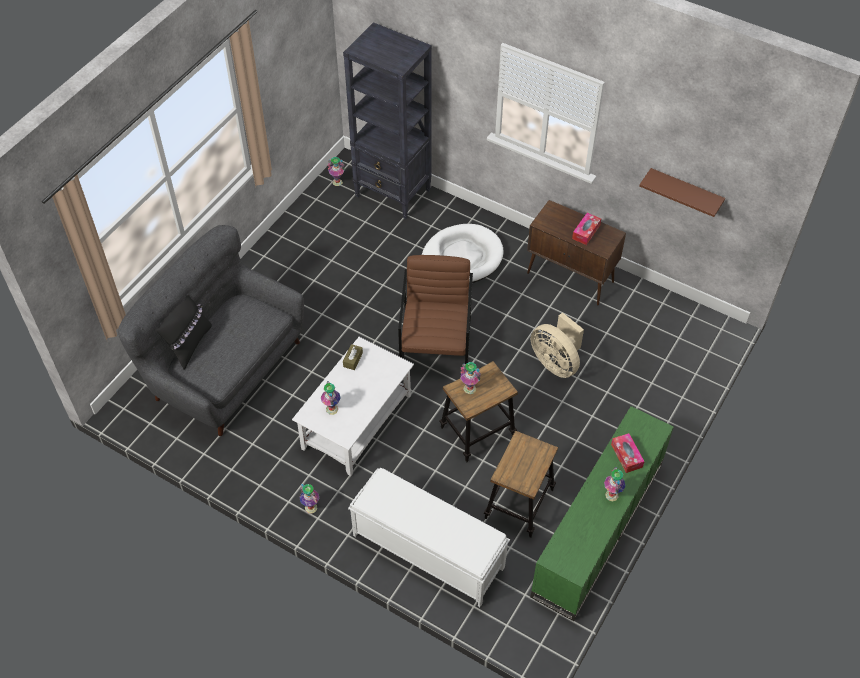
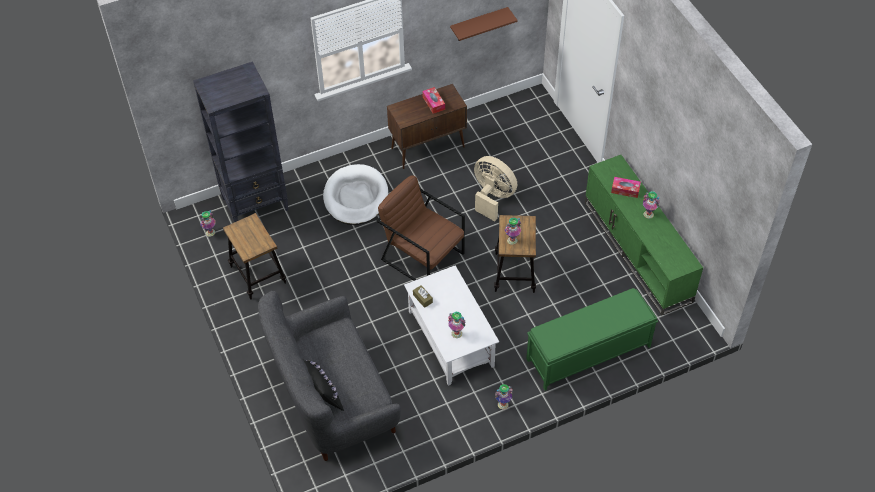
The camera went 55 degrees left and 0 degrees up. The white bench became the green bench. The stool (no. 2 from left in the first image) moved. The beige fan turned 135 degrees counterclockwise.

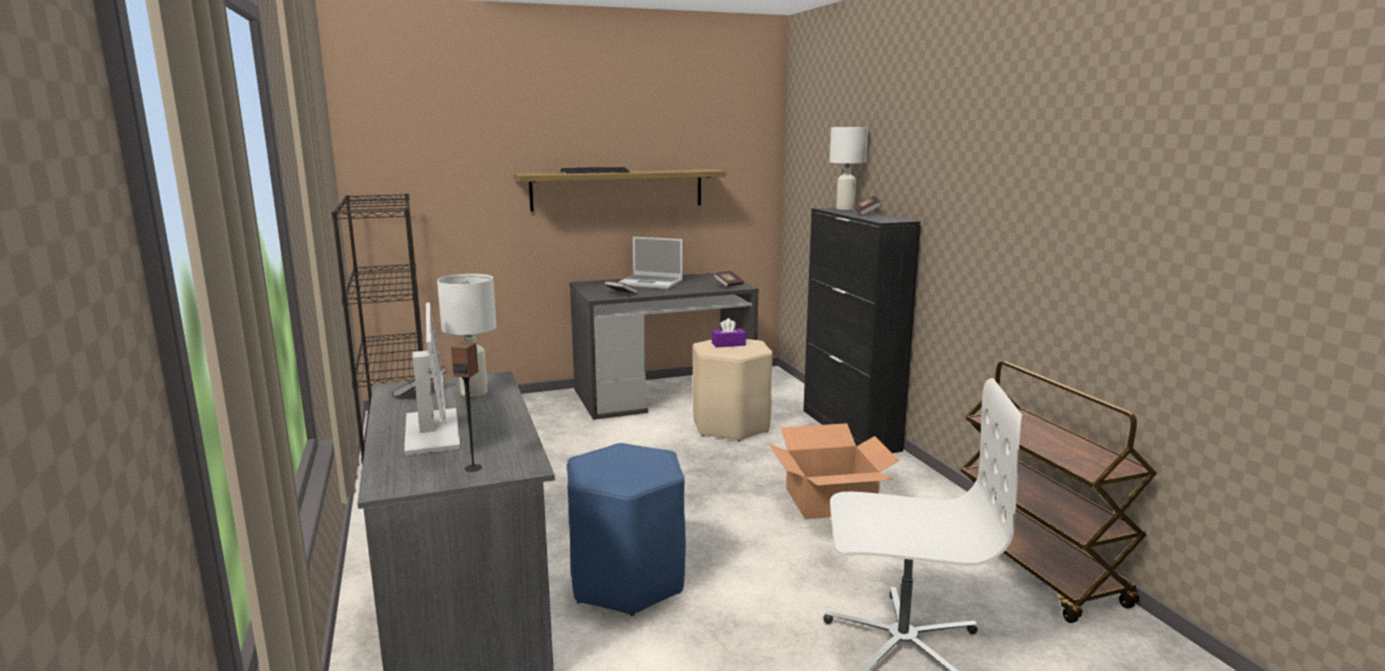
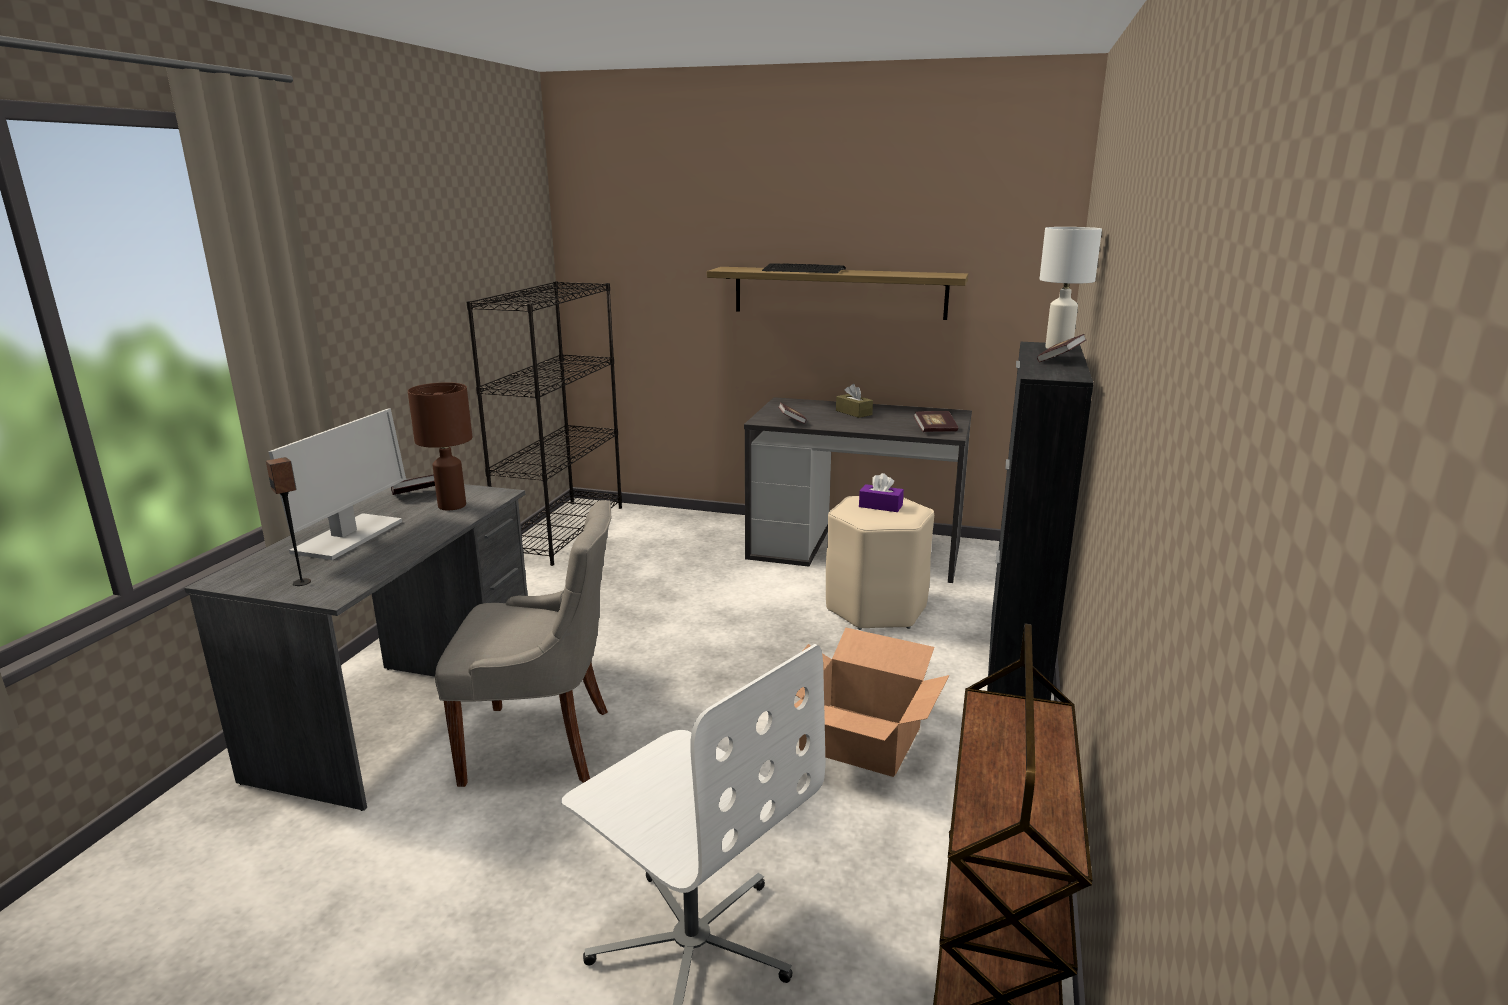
The camera went 35 degrees right and 5 degrees up. The white table lamp (no. 1 from left) became the brown table lamp. The blue stool was replaced by the grey chair. The laptop was replaced by the brown tissue box.

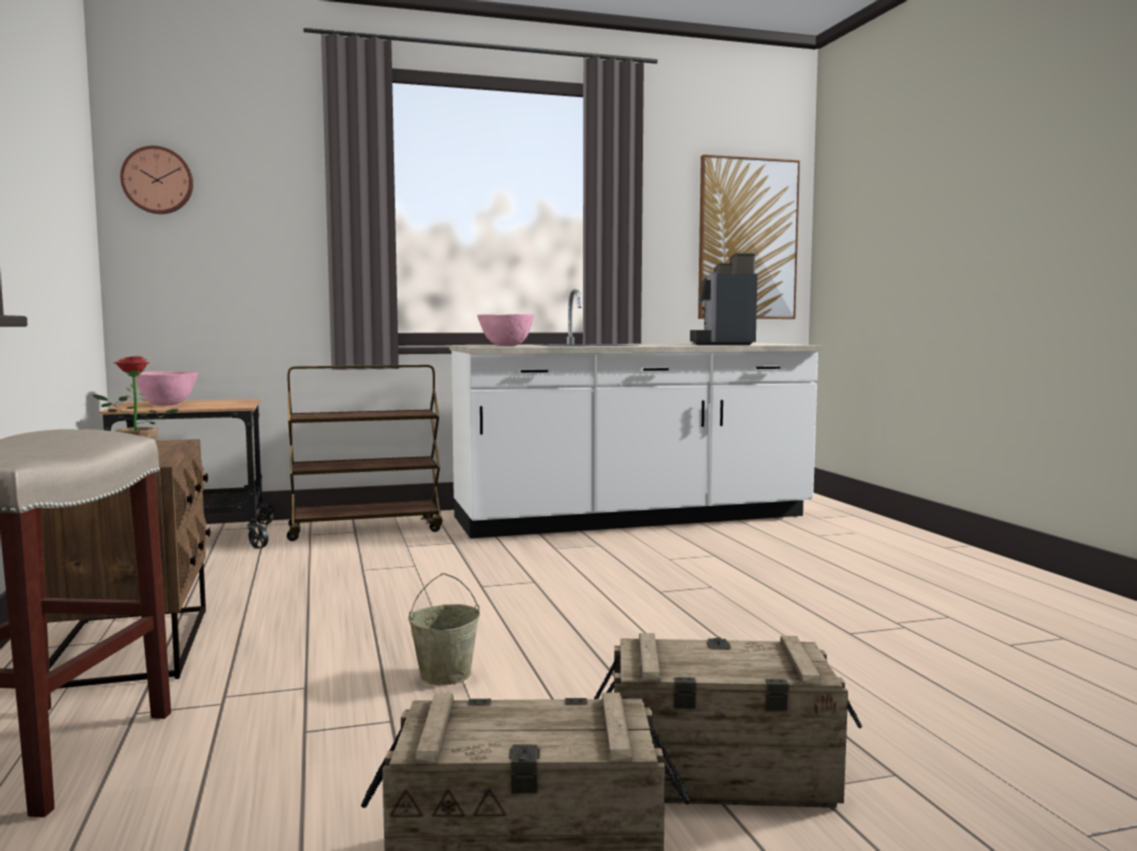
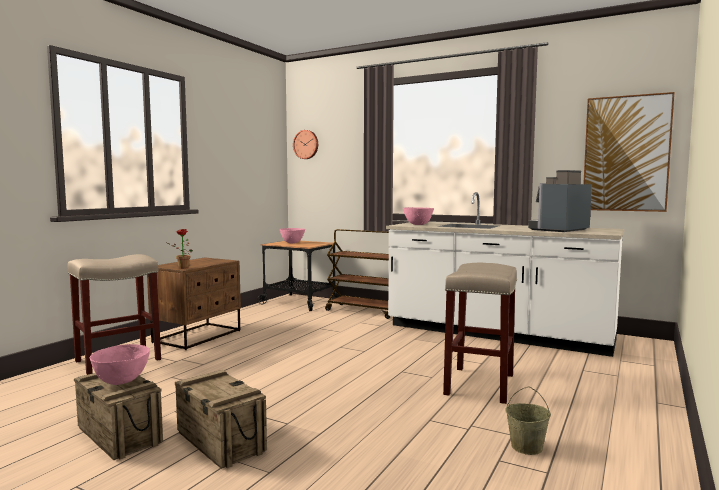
The camera went 45 degrees right and 0 degrees up. The beige bucket moved. The pink bowl (no. 1 from left) appeared. The beige stool (no. 2 from left) appeared.

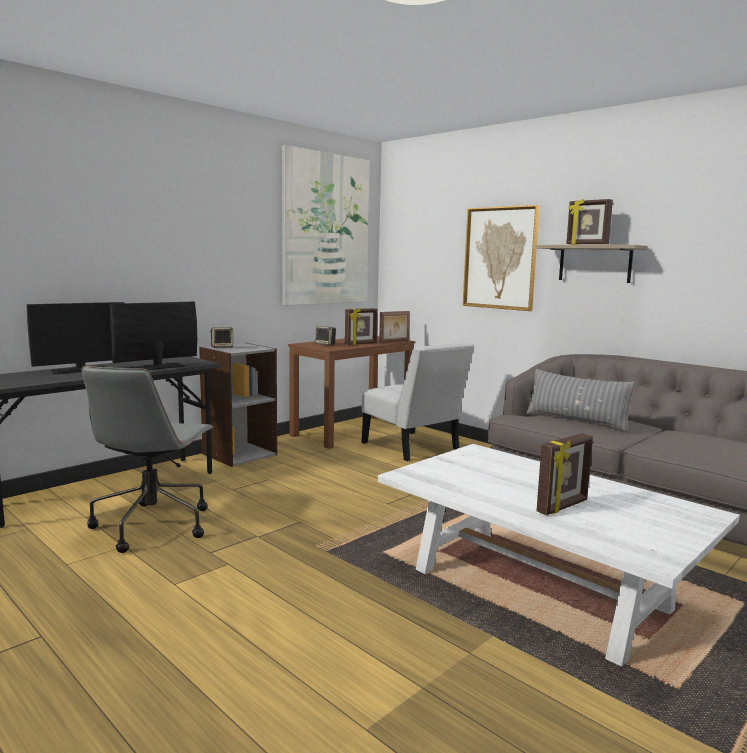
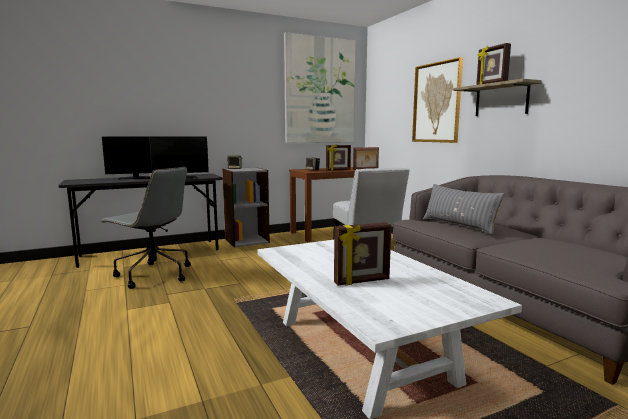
The camera went 20 degrees right and 0 degrees up. The grey office chair turned 90 degrees counterclockwise.

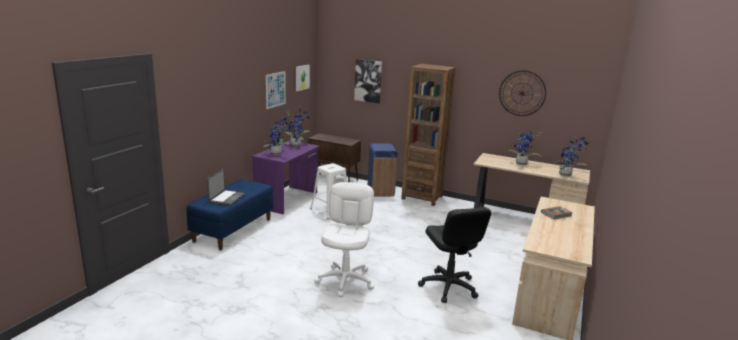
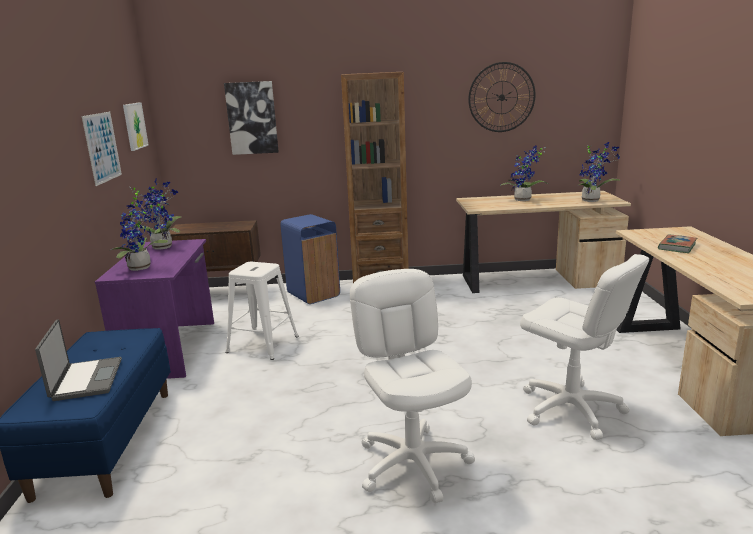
The camera went 25 degrees left and 0 degrees up. The black office chair became the white office chair (no. 2 from left).

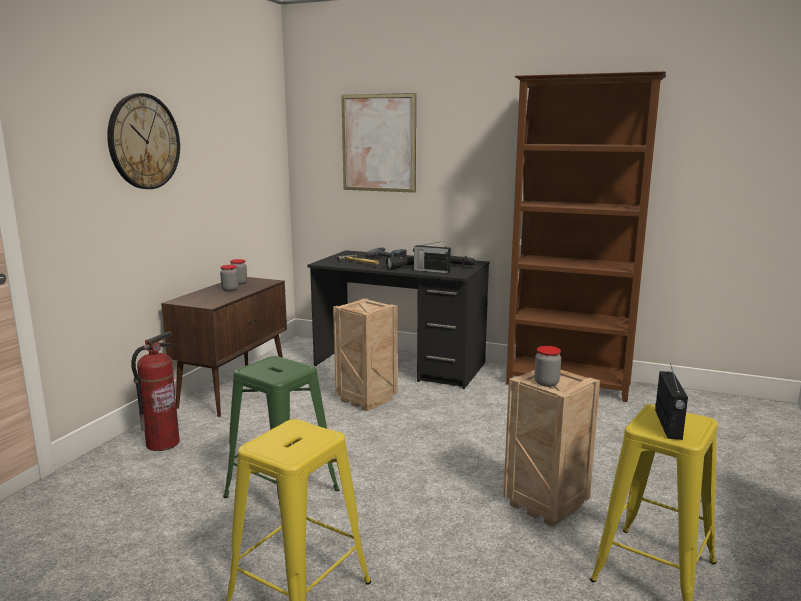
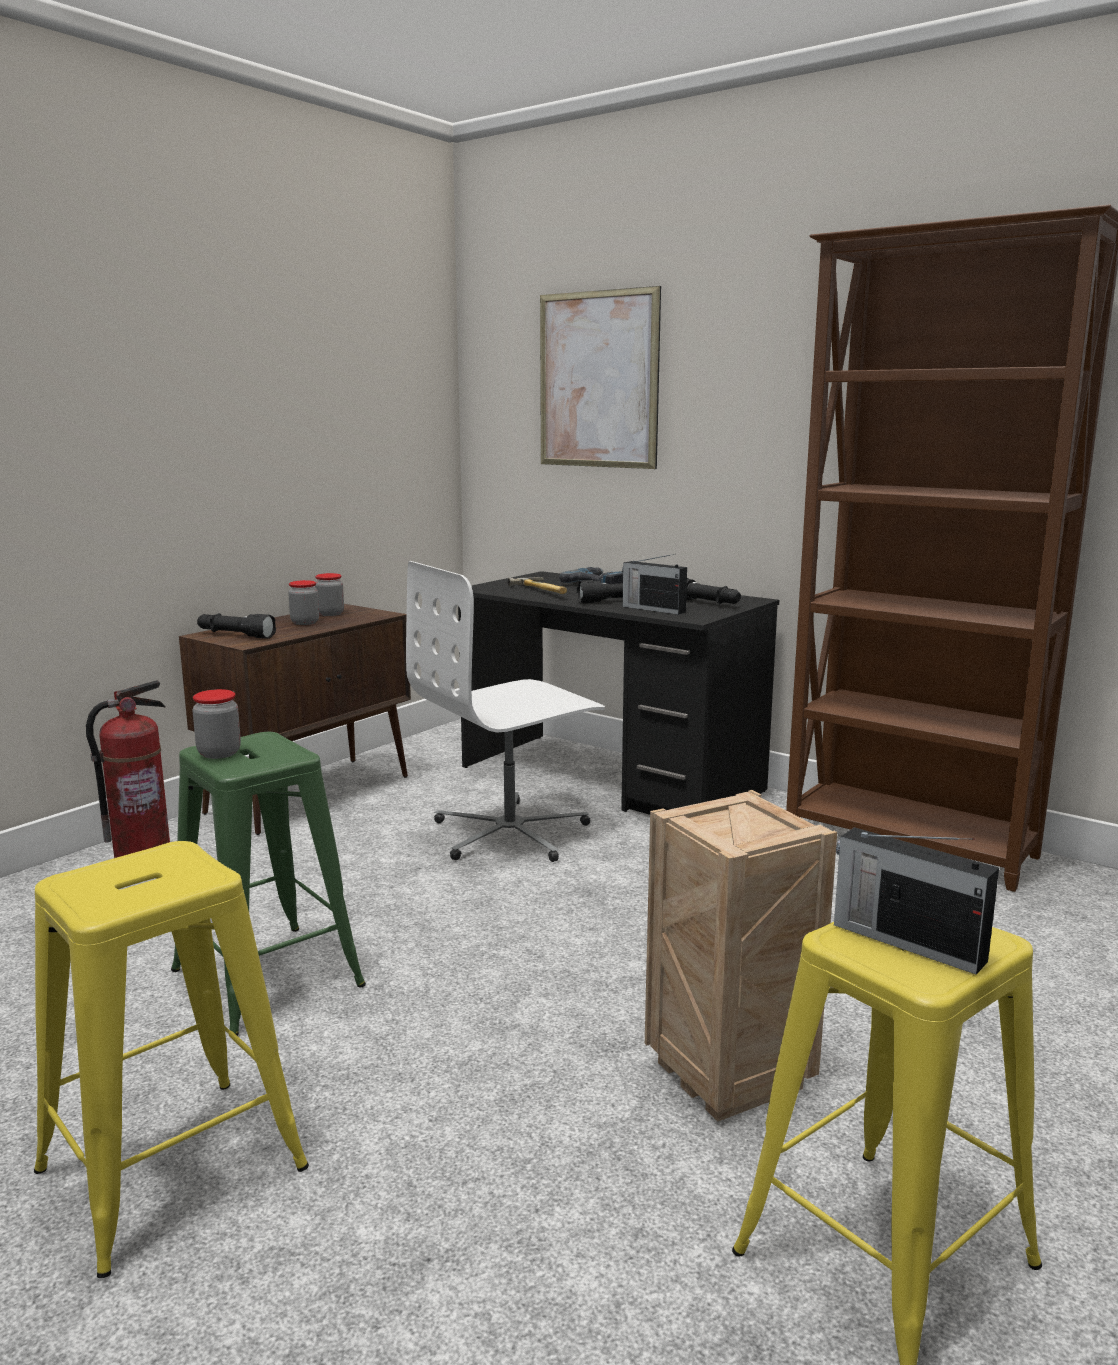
The camera went 15 degrees right and 0 degrees up. The wall clock disappeared. The crate (no. 1 from left) was replaced by the white office chair. The jar (no. 3 from left in the first image) moved. The radio (no. 2 from left) turned 105 degrees clockwise. The black flashlight (no. 1 from left) appeared.

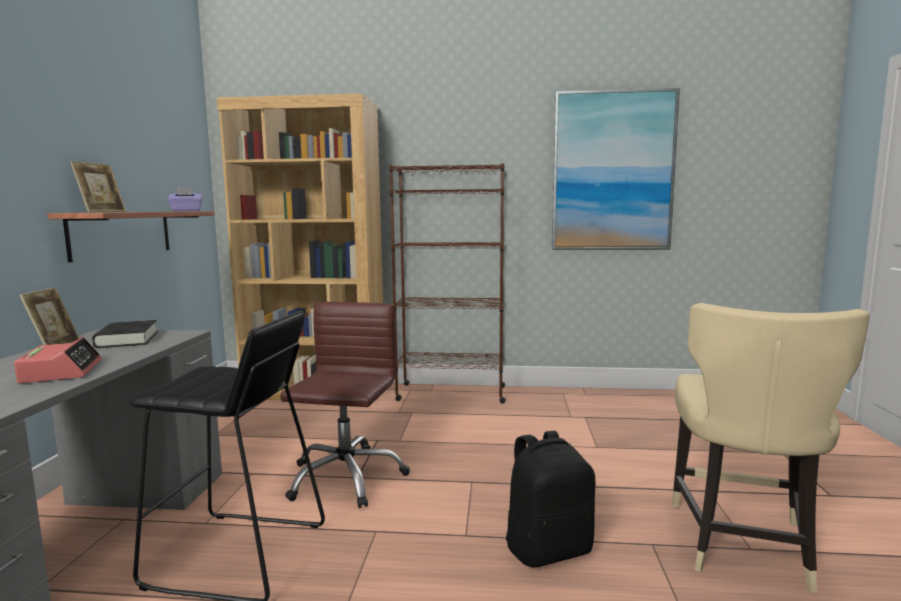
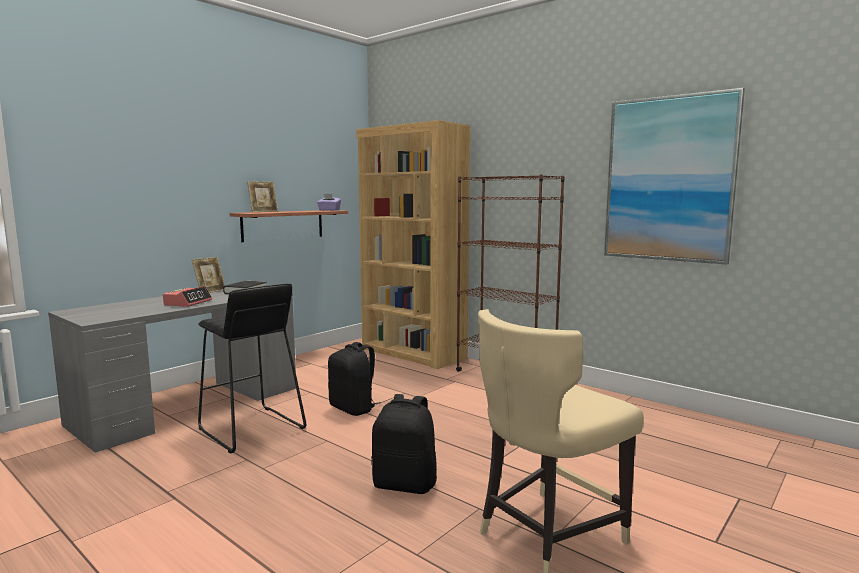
The camera went 35 degrees right and 0 degrees up. The brown office chair was replaced by the black backpack (no. 1 from left).

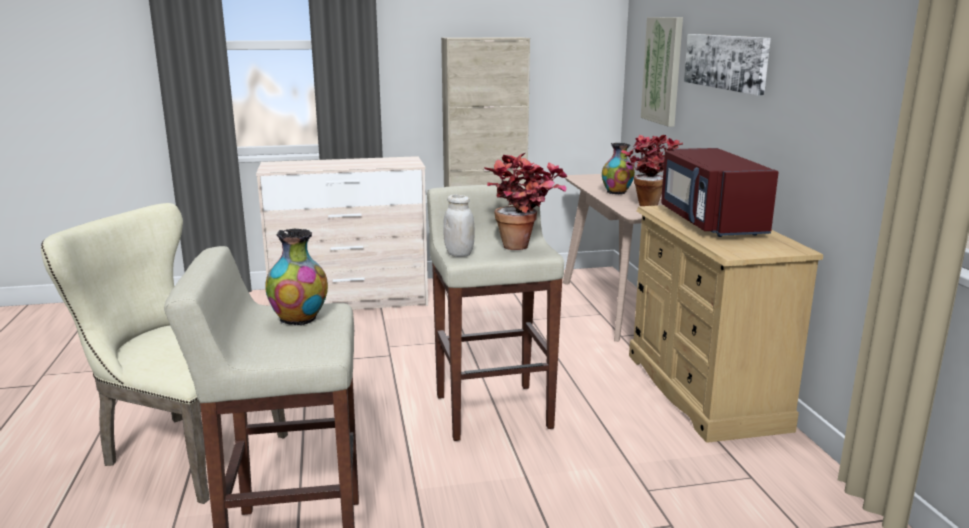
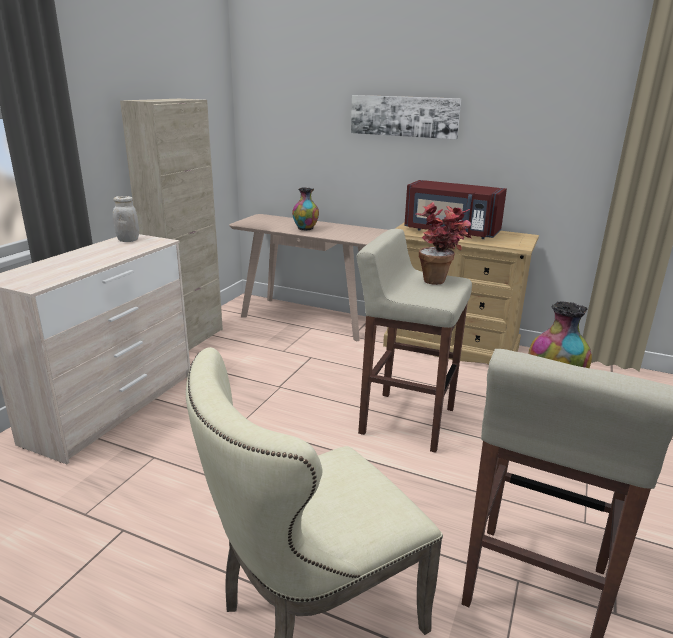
The camera went 55 degrees left and 5 degrees up. The white jar moved. The potted plant (no. 2 from left) disappeared. The picture (no. 1 from left) disappeared.

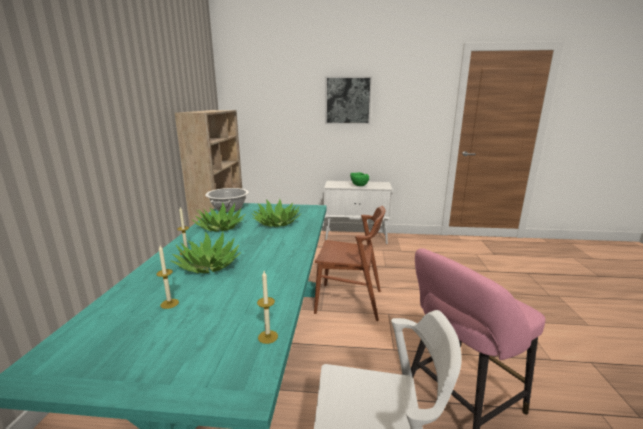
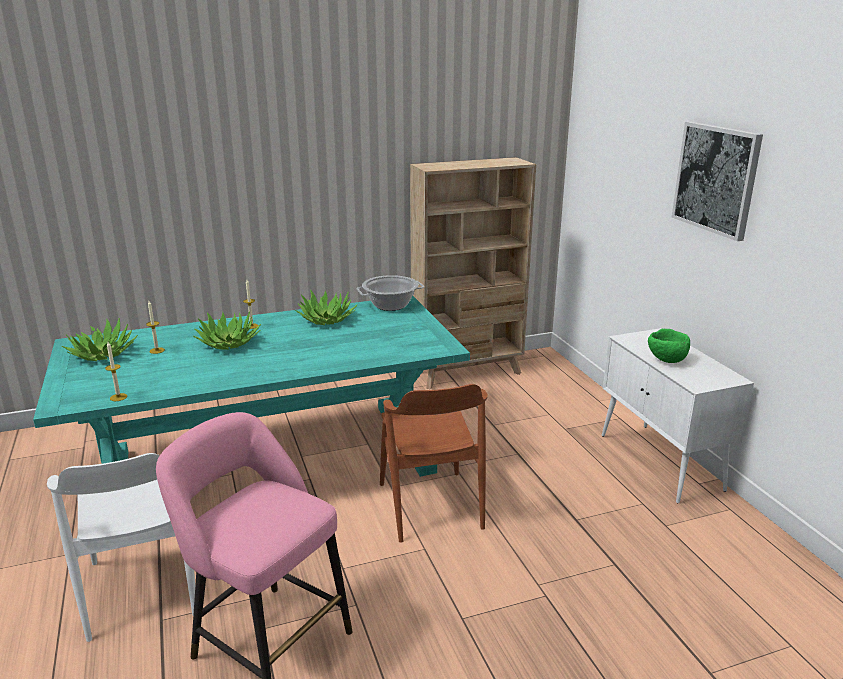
The camera went 65 degrees right and 5 degrees up. The potted plant (no. 3 from left in the first image) moved.

